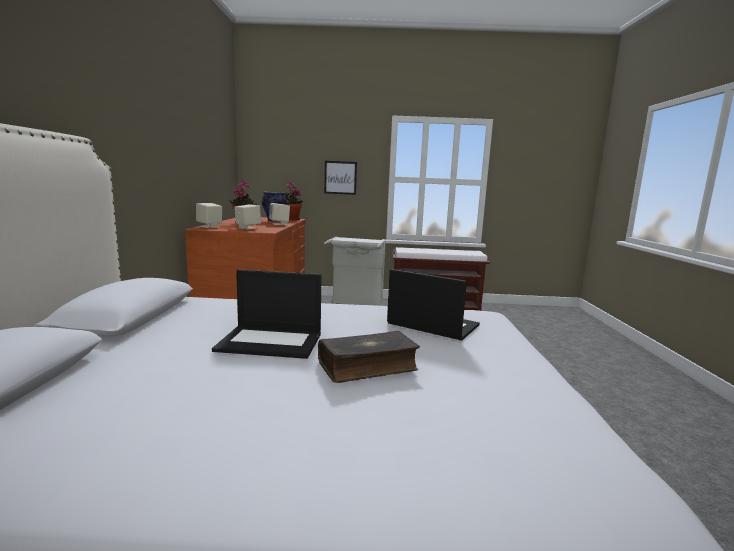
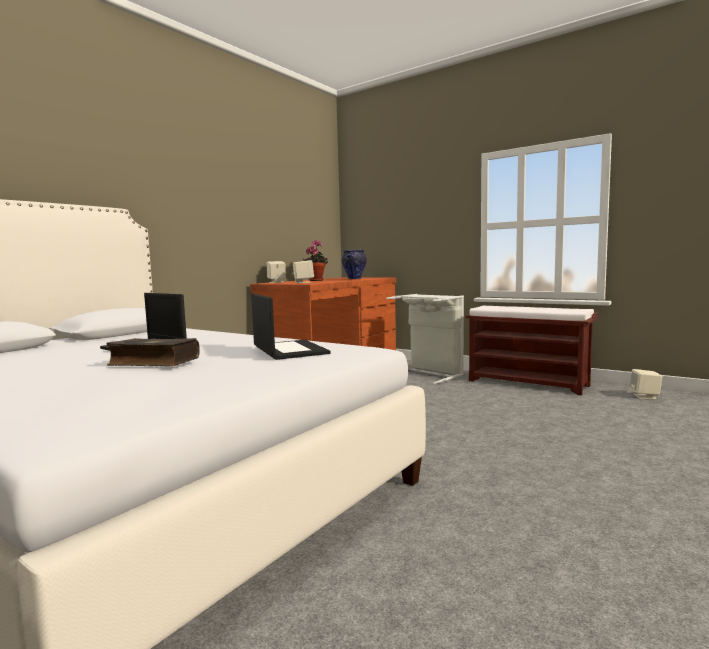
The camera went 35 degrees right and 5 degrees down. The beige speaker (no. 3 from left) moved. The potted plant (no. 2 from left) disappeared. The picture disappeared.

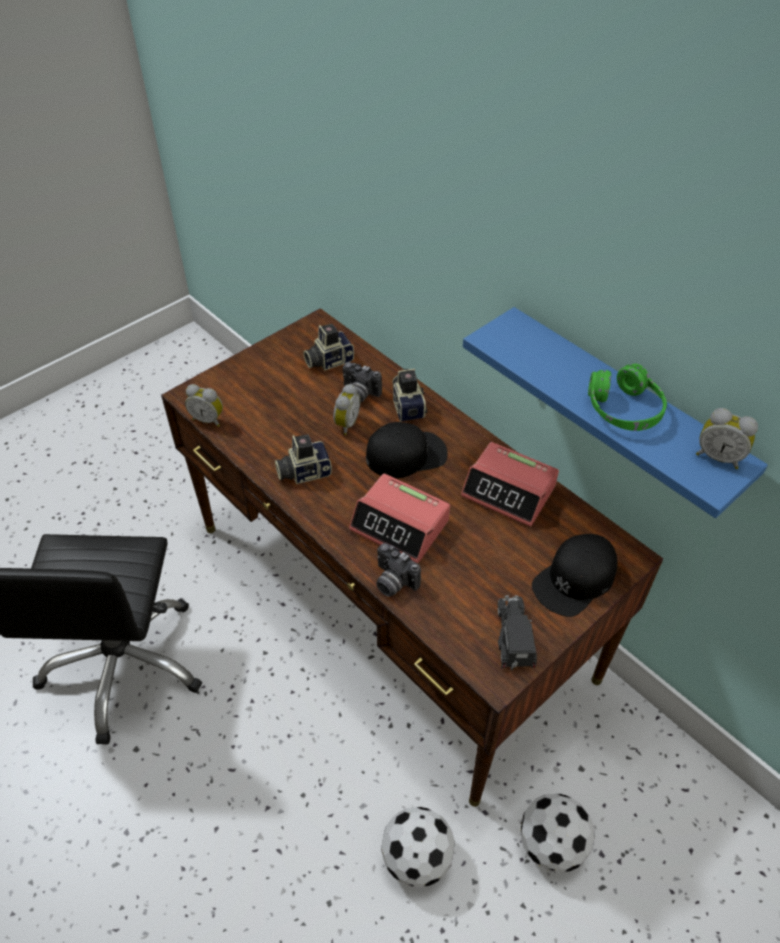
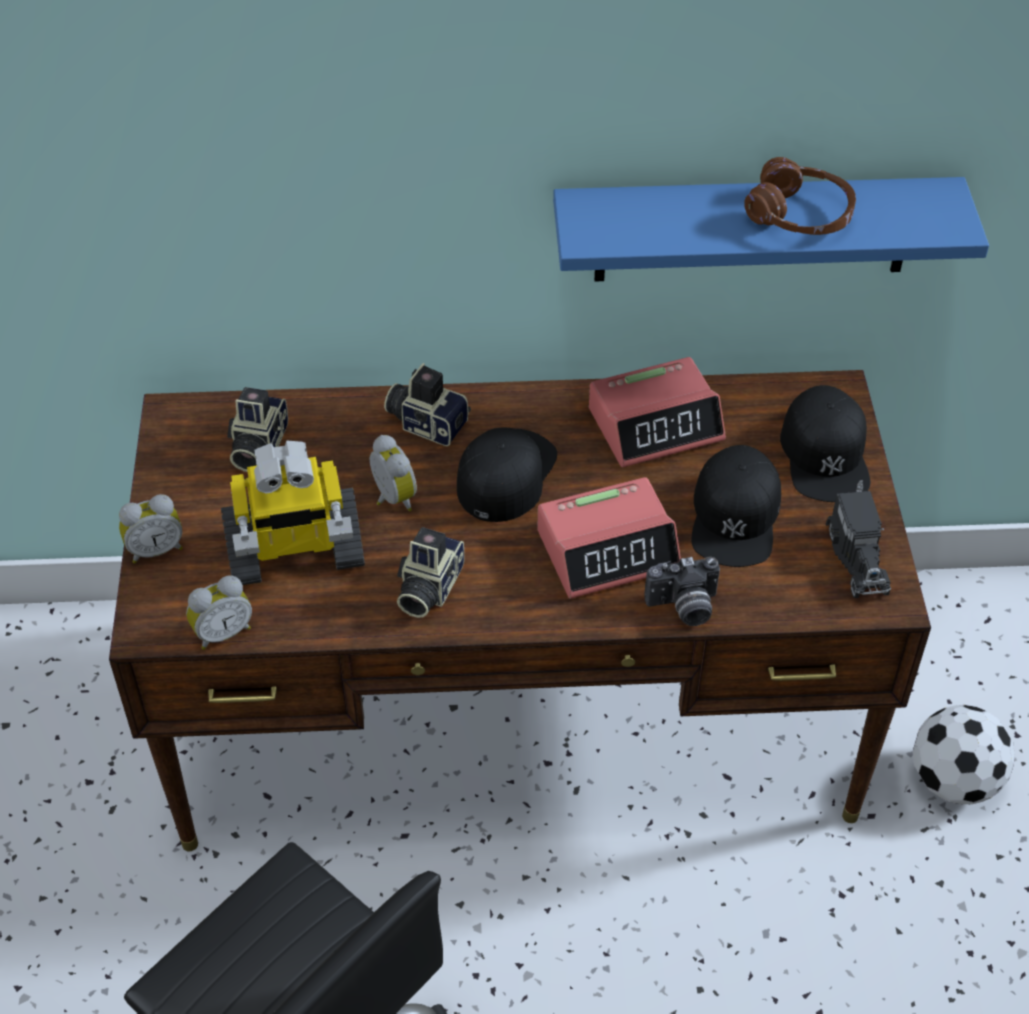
The camera went 50 degrees left and 0 degrees up. The photo camera (no. 3 from left) disappeared. The football (no. 1 from left) disappeared. The toy truck turned 135 degrees counterclockwise. The green headphones became the brown headphones. The alarm clock (no. 5 from left in the first image) moved. The toy robot appeared. The black cap (no. 2 from left) appeared.

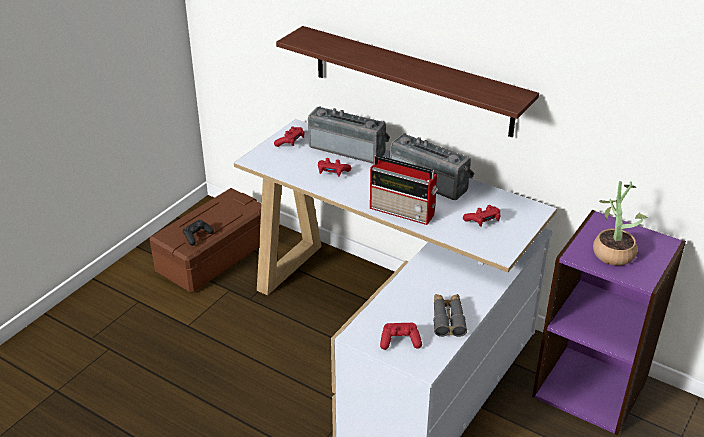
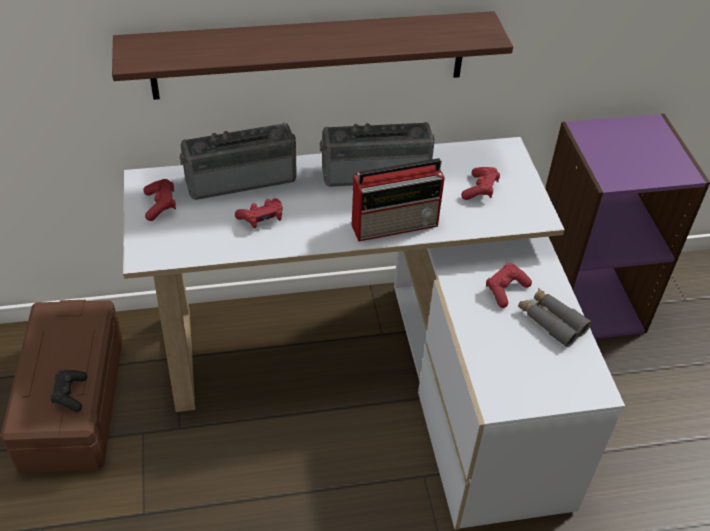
The camera went 45 degrees left and 10 degrees up. The red game controller (no. 3 from left in the first image) moved. The potted plant disappeared.

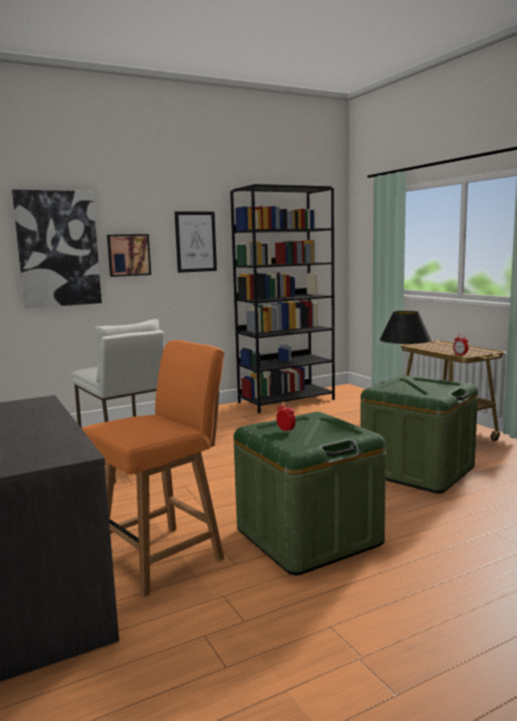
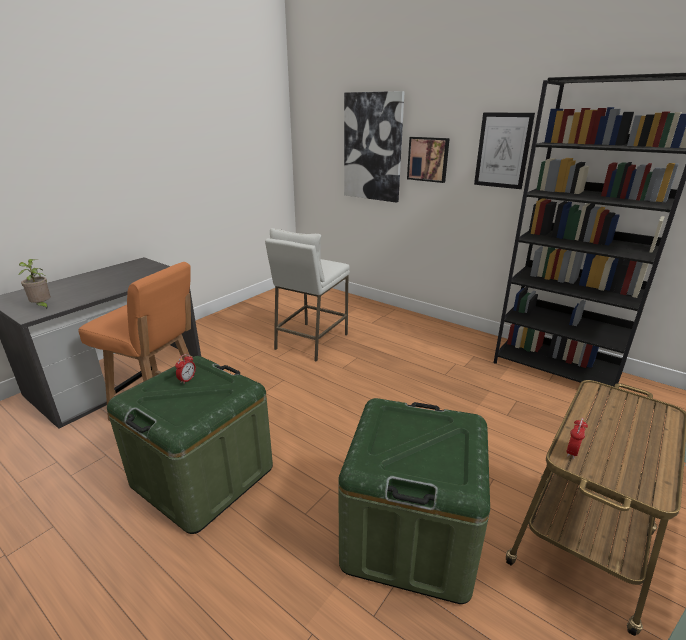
The camera went 65 degrees right and 15 degrees up. The black table lamp disappeared. The potted plant appeared.

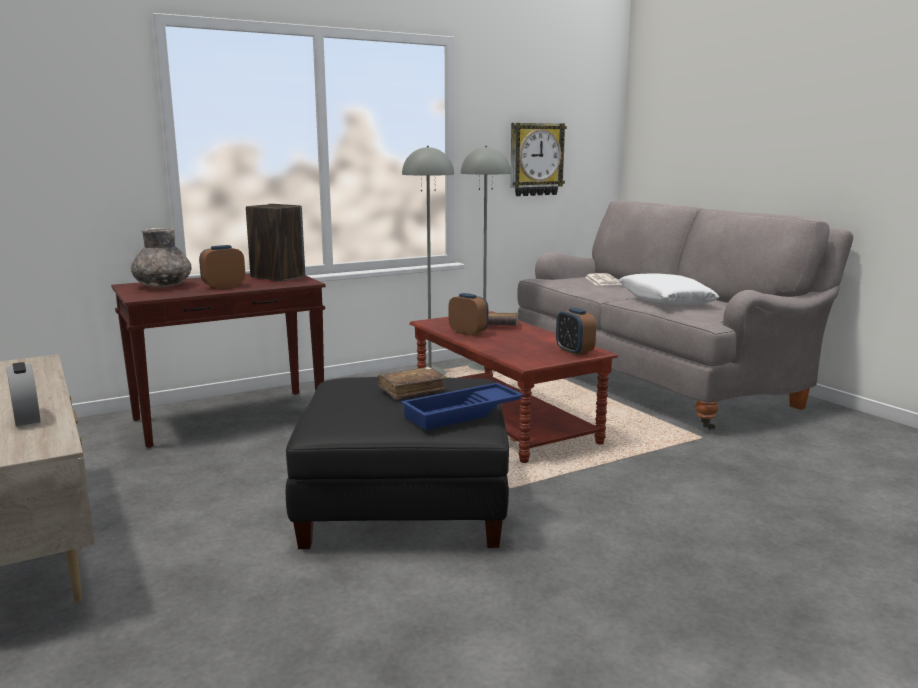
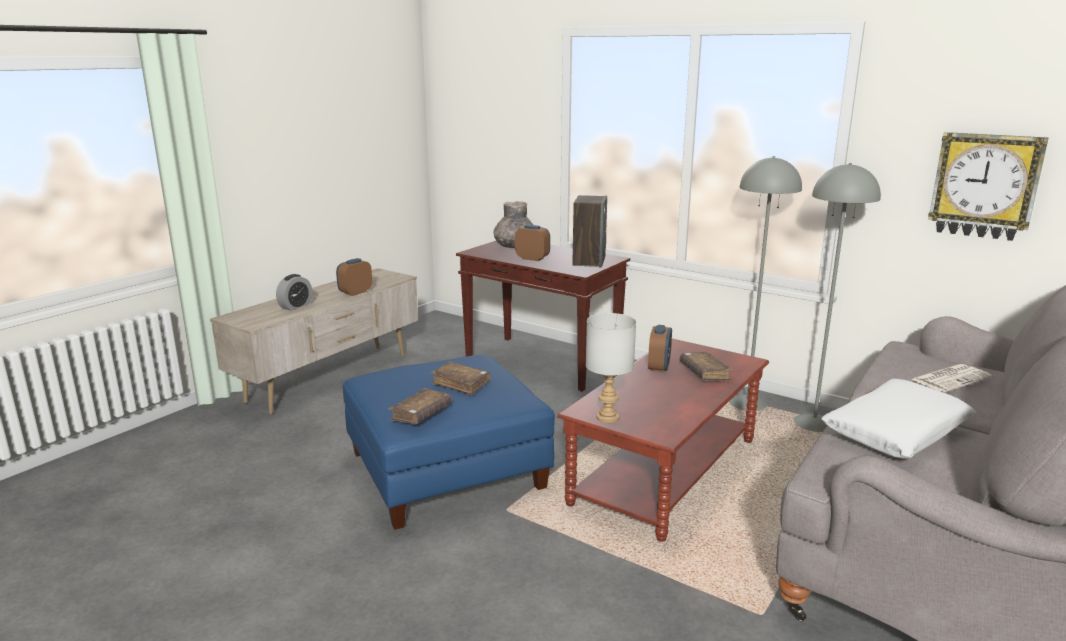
The camera went 65 degrees right and 5 degrees up. The black ottoman became the blue ottoman. The blue tray was replaced by the brown book (no. 1 from left). The alarm clock (no. 4 from left in the first image) moved. The grey table lamp appeared.

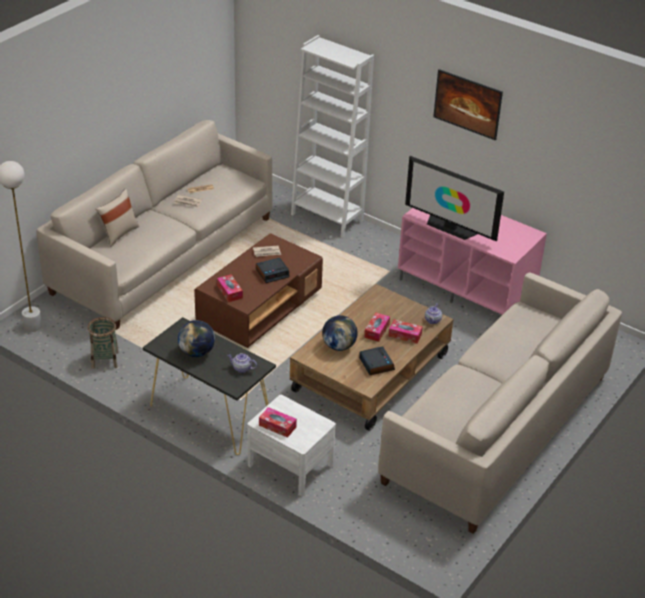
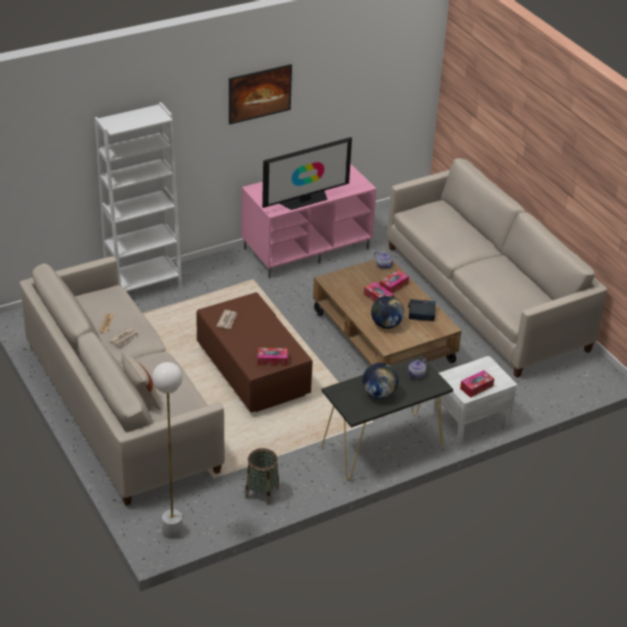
The camera went 65 degrees left and 0 degrees up. The alarm clock (no. 1 from left) disappeared.

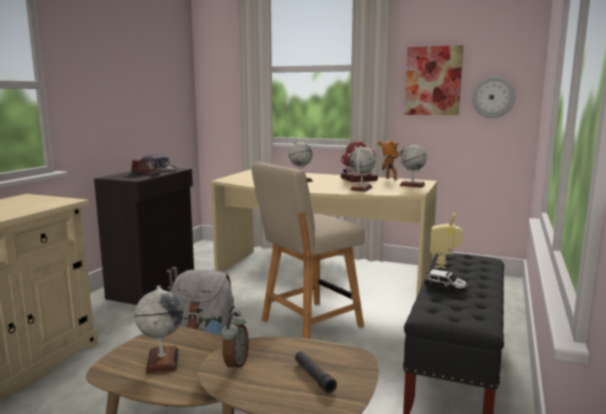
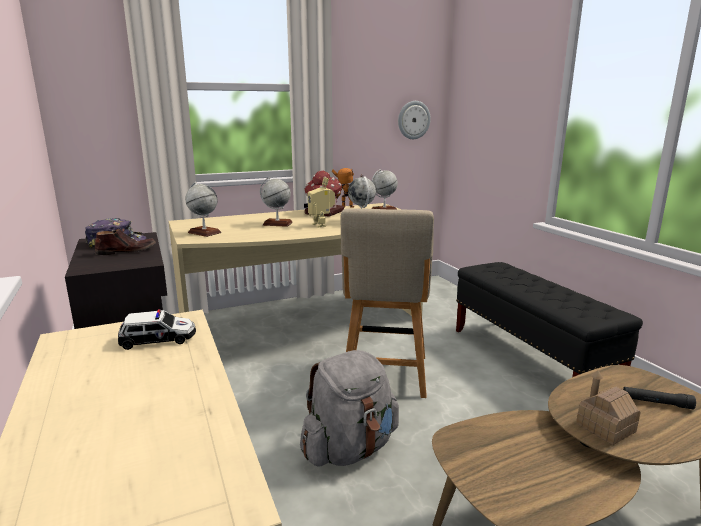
The camera went 45 degrees left and 5 degrees up. The globe (no. 1 from left) moved. The alarm clock was replaced by the toy house (no. 2 from left). The picture disappeared. The toy car moved. The toy robot (no. 2 from left in the first image) moved.

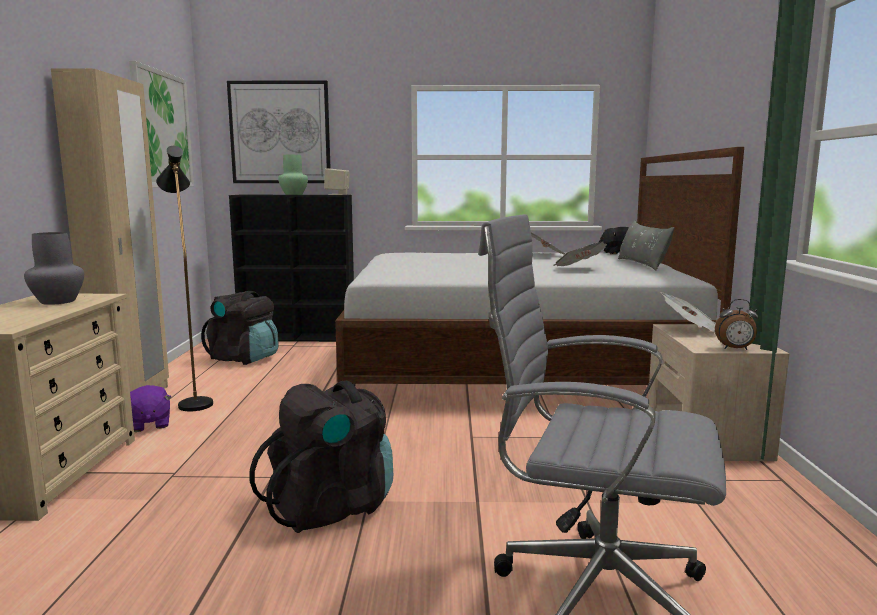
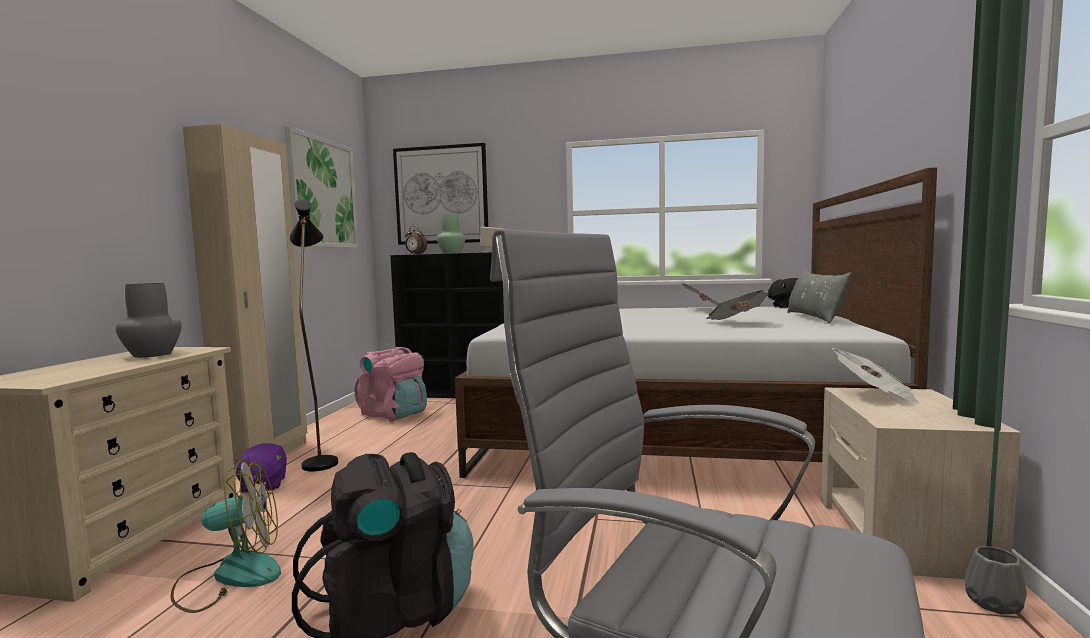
The camera went 10 degrees right and 5 degrees down. The black backpack (no. 1 from left) became the pink backpack. The alarm clock moved. The fan appeared. The grey vase (no. 2 from left) appeared.

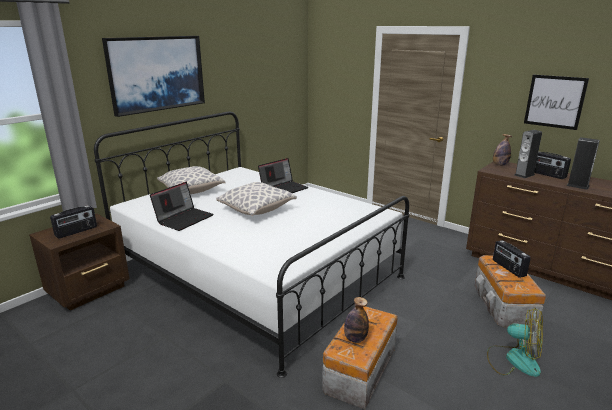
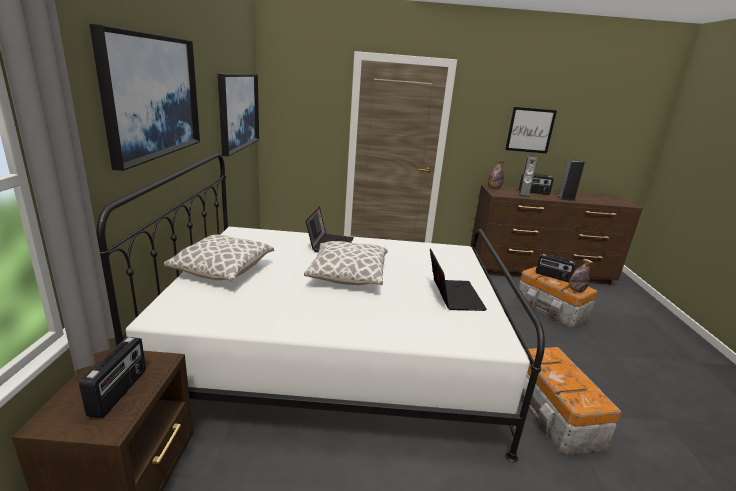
The camera went 40 degrees left and 0 degrees up. The laptop (no. 1 from left in the first image) moved. The bottle (no. 1 from left in the first image) moved. The fan disappeared. The picture (no. 2 from left) appeared.

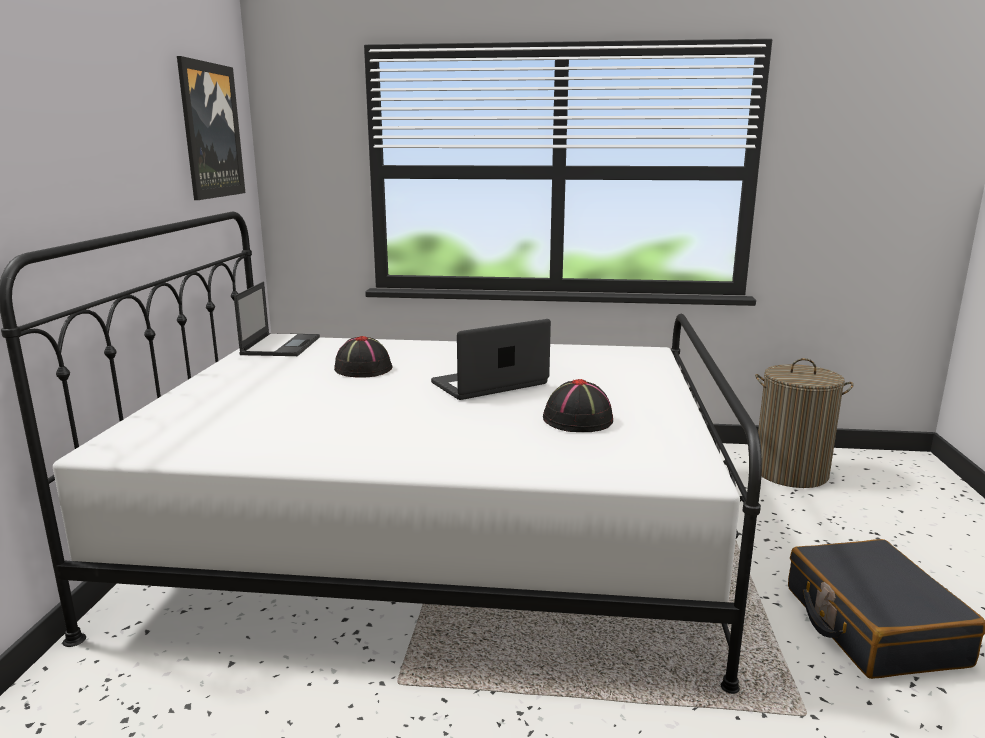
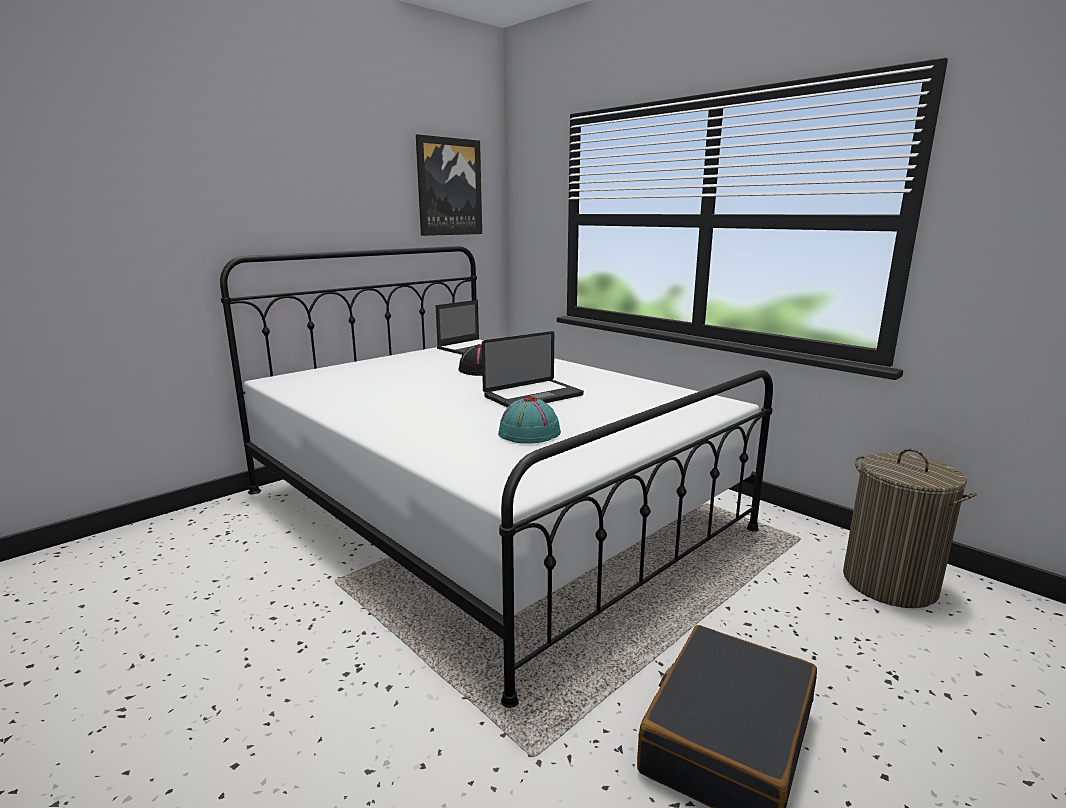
The camera went 40 degrees right and 0 degrees up. The laptop (no. 2 from left) turned 135 degrees clockwise. The black hat (no. 2 from left) became the turquoise hat.

